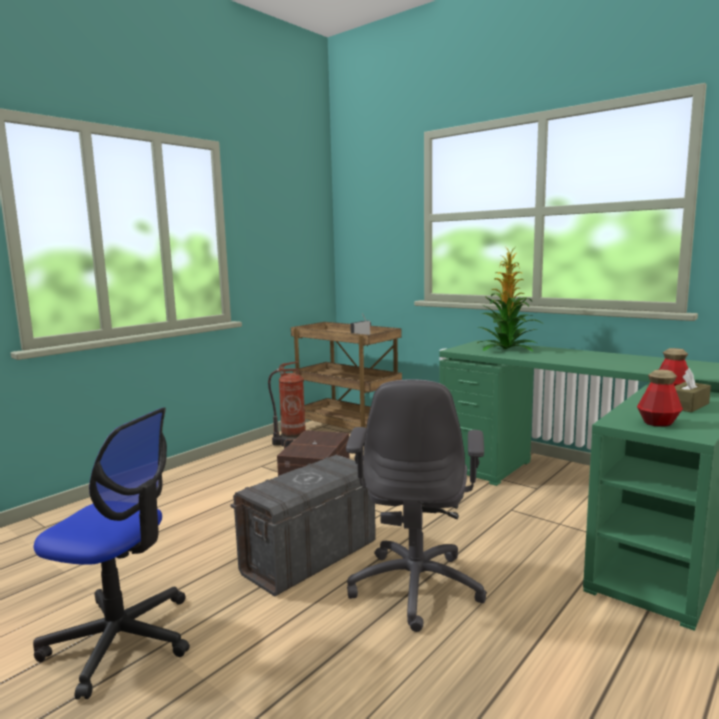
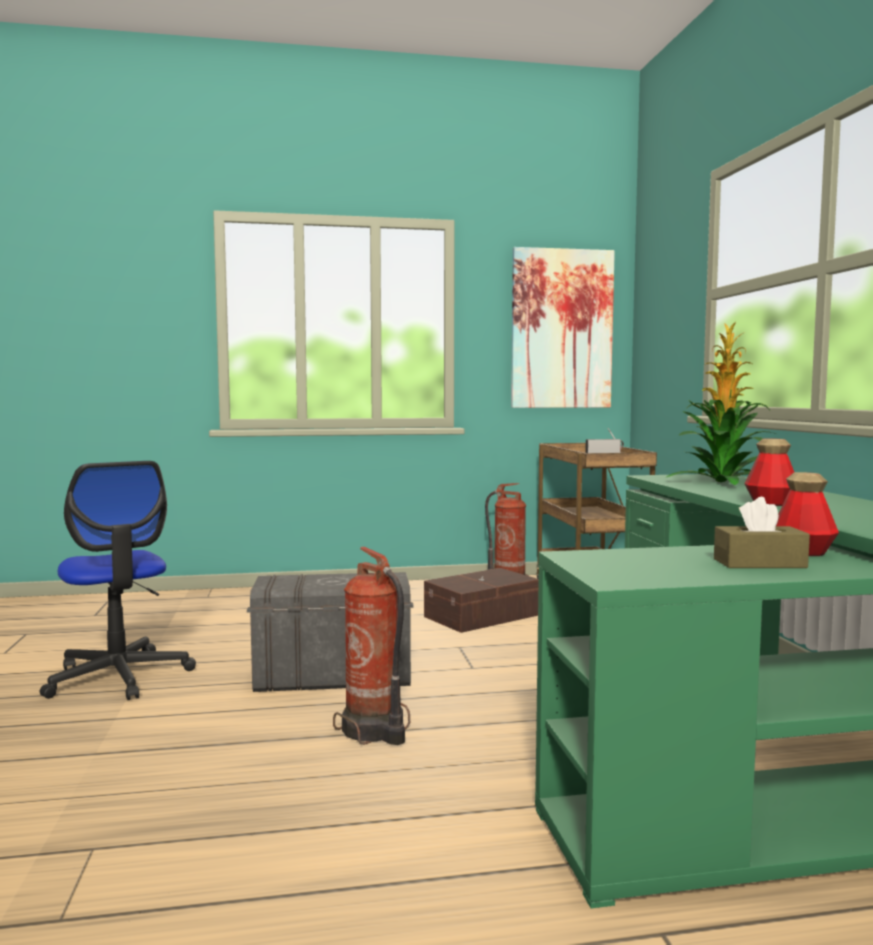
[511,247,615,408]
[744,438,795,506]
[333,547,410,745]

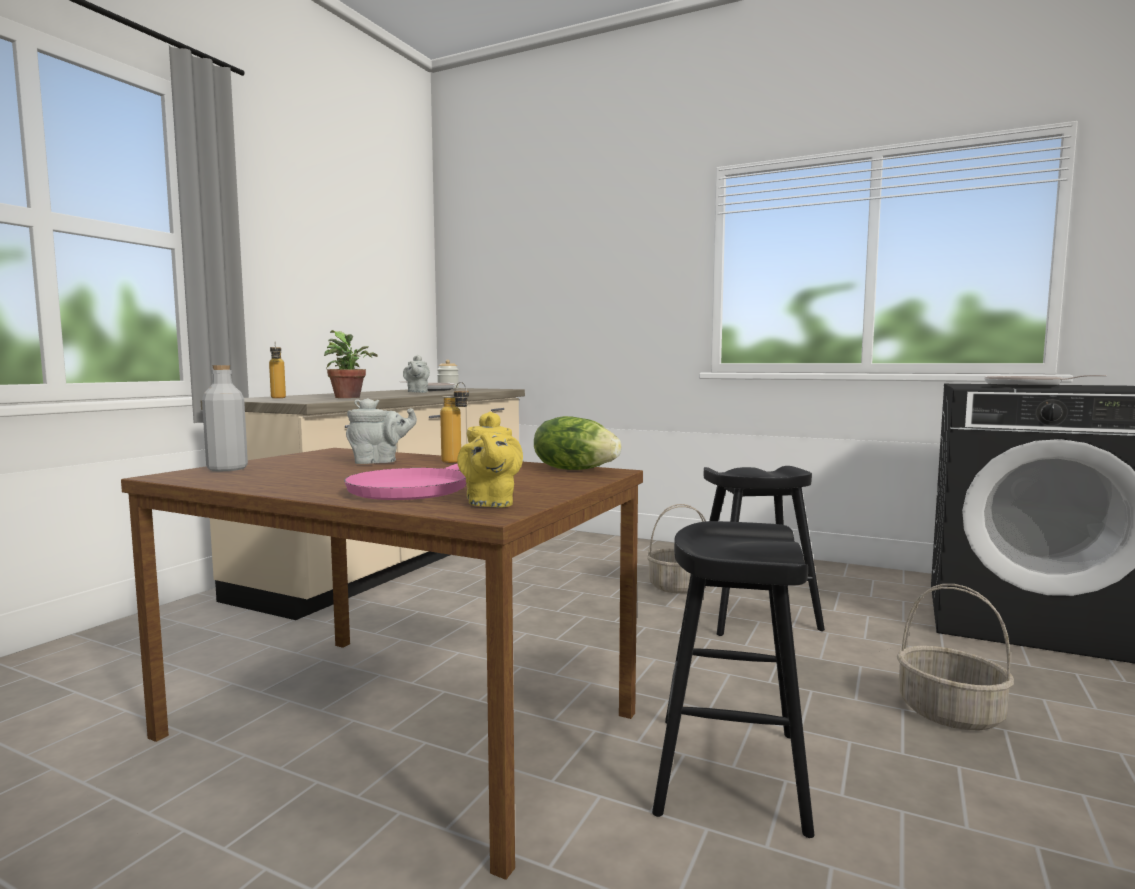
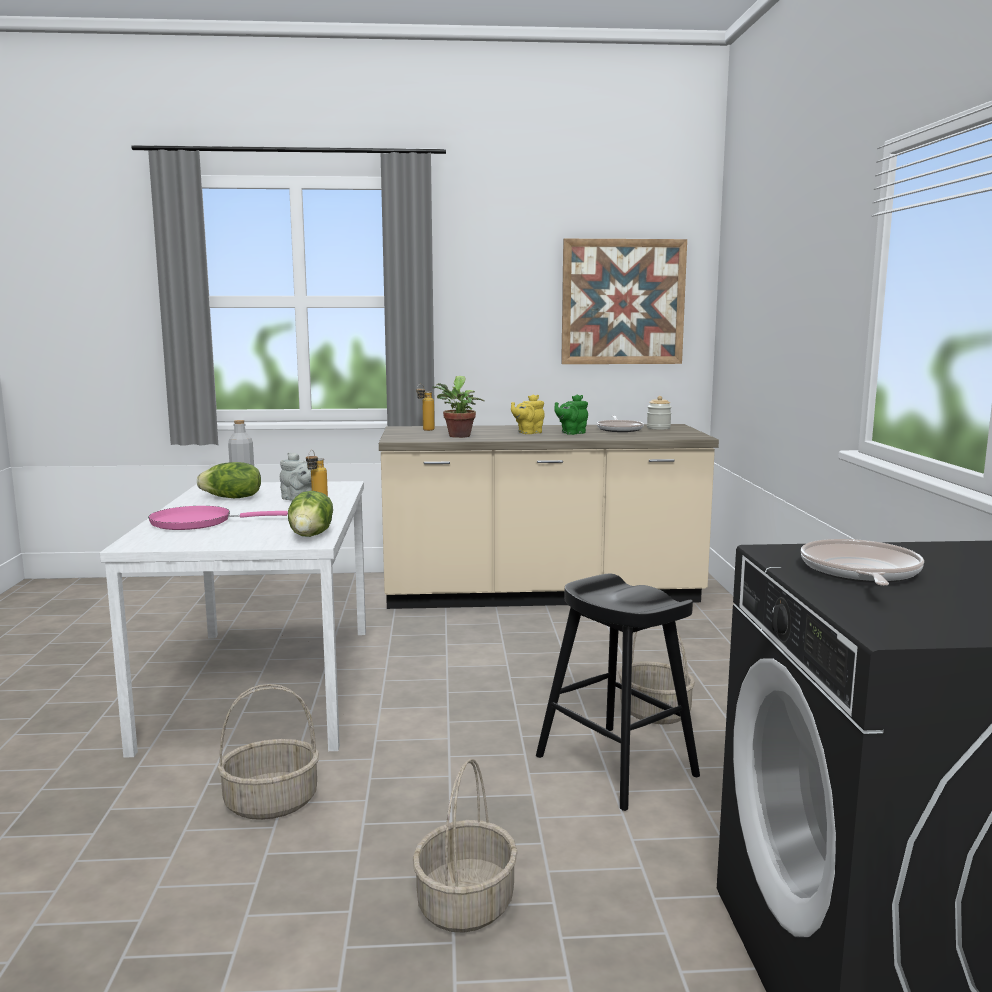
[197,462,261,498]
[561,239,687,364]
[511,394,544,434]
[217,684,319,820]
[100,481,366,758]
[554,395,588,435]

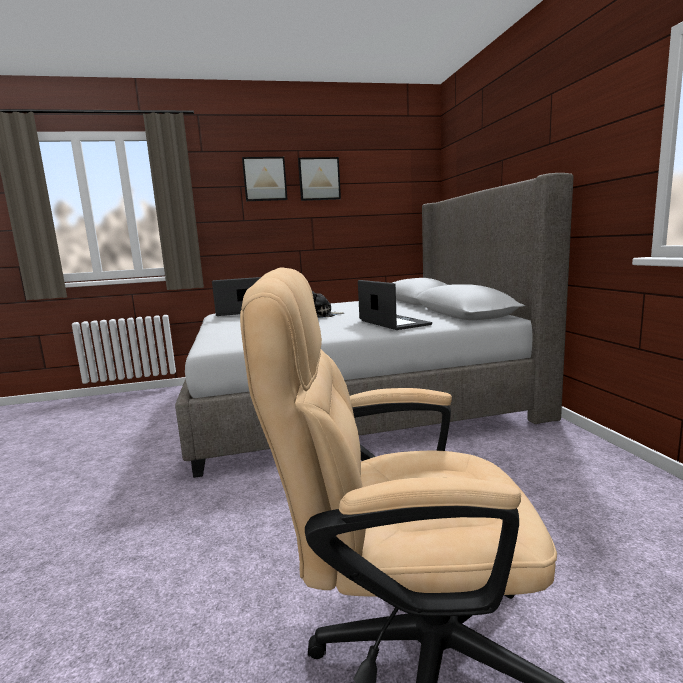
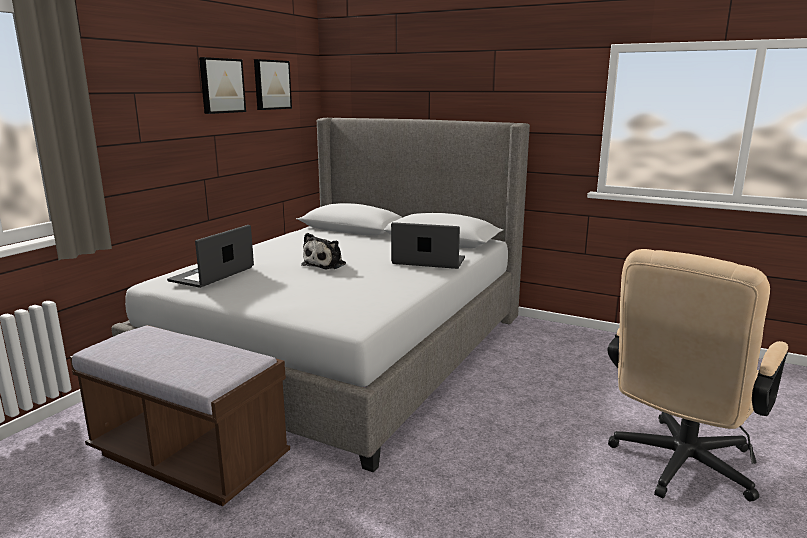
[70,325,290,507]
[254,59,292,110]

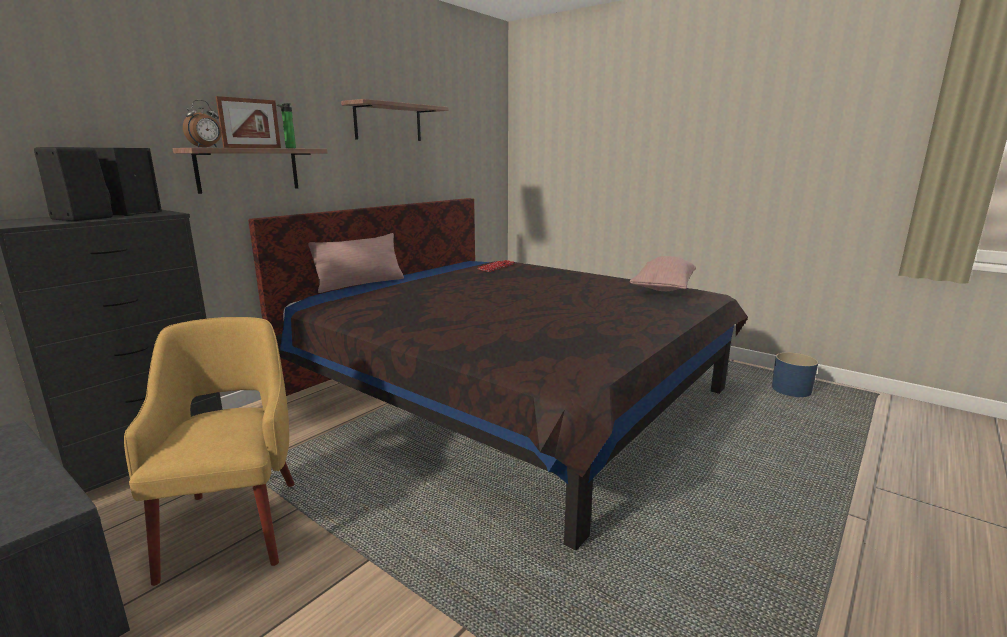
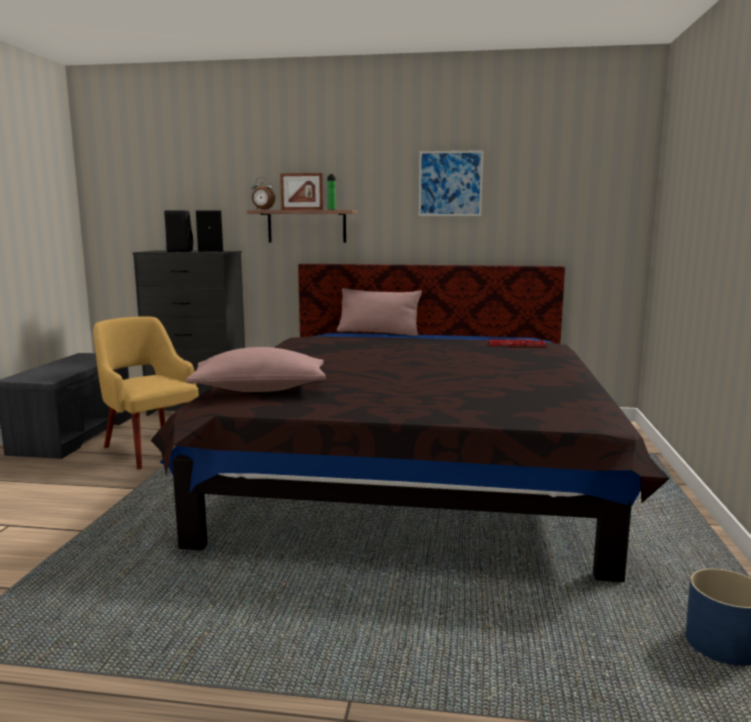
[186,347,326,392]
[419,150,483,216]
[93,316,199,470]

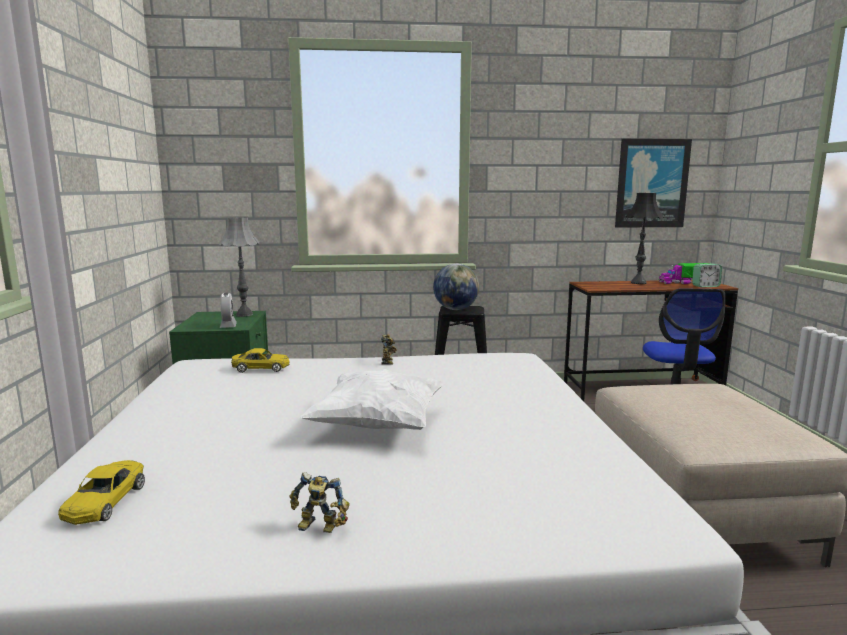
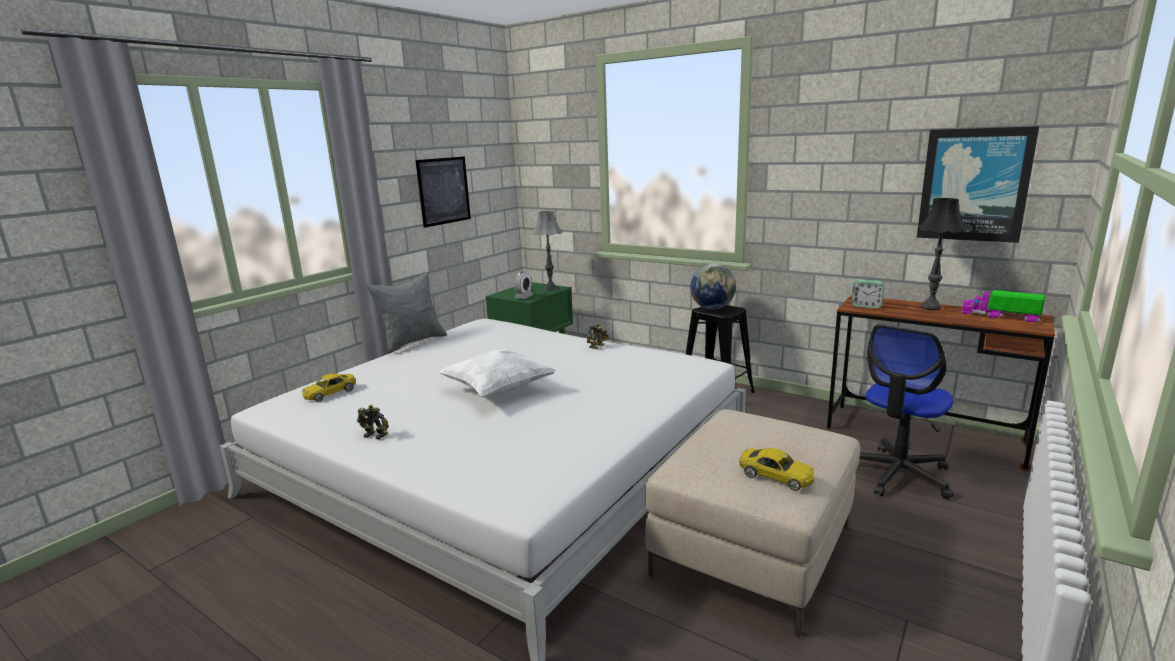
[367,272,447,354]
[416,156,471,228]
[739,448,814,491]
[852,280,885,309]
[357,405,389,440]

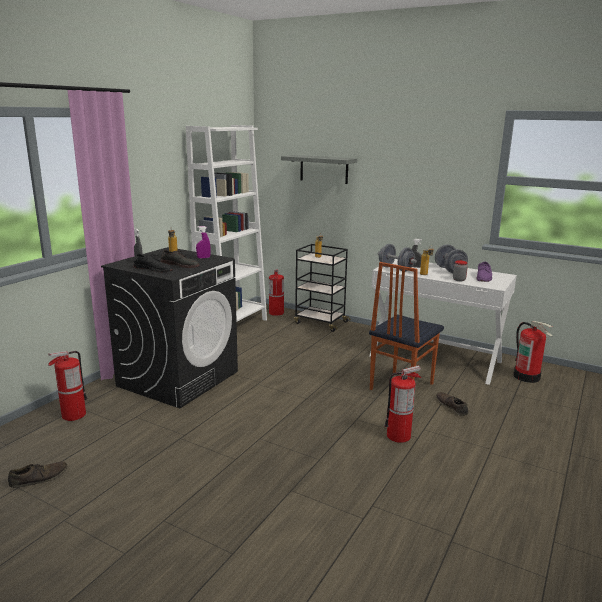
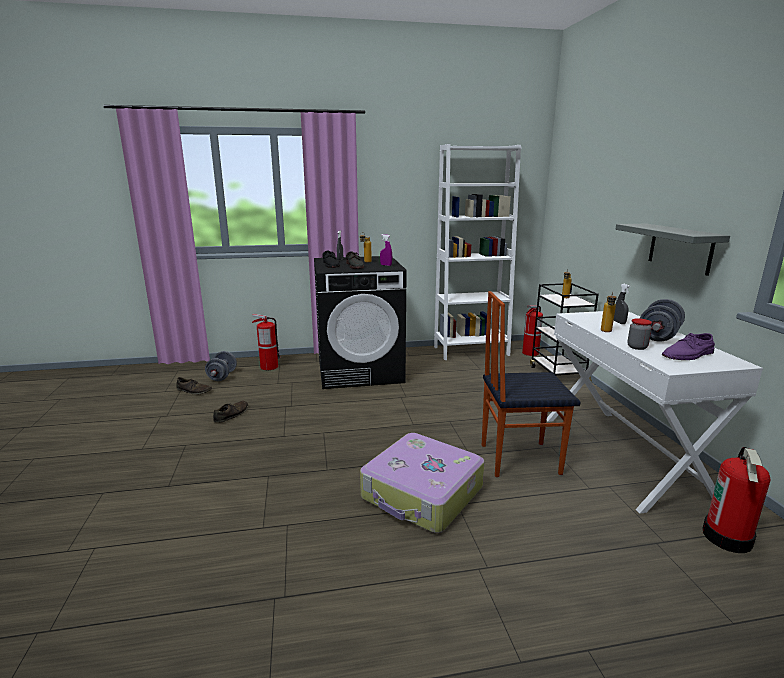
[615,224,730,276]
[205,351,237,381]
[213,401,248,423]
[360,433,484,533]

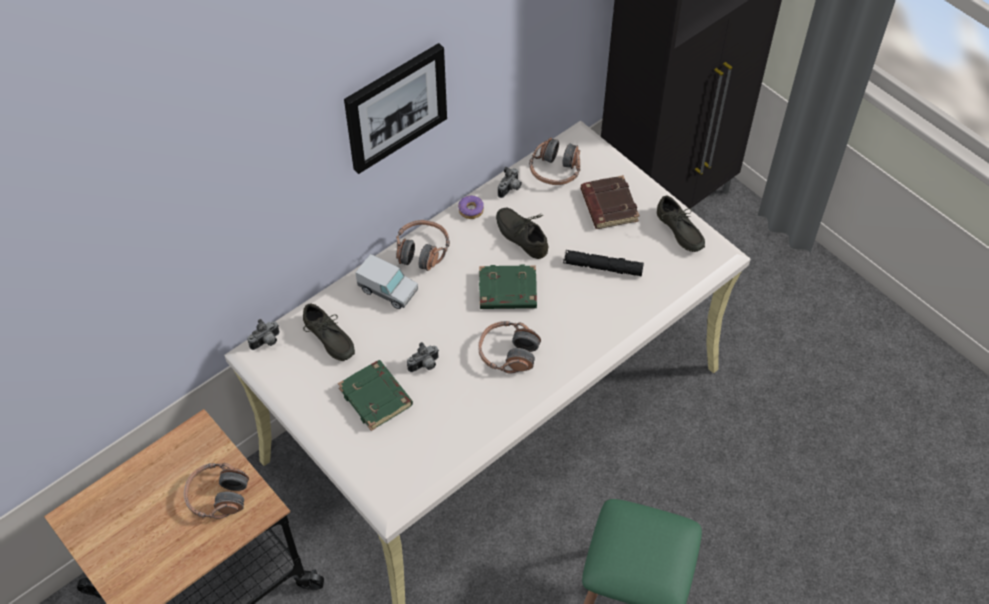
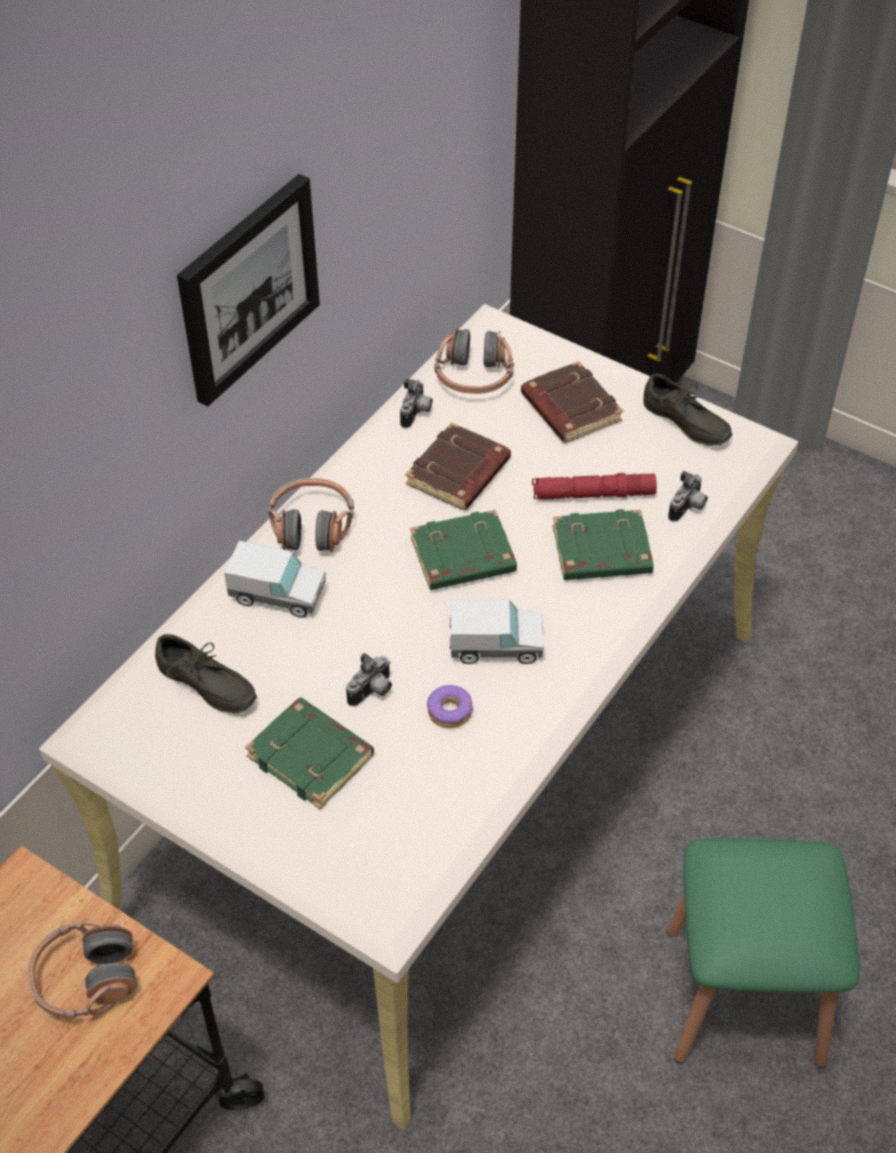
[553,509,654,580]
[668,471,708,522]
[427,685,473,728]
[450,599,544,664]
[405,422,511,510]
[532,473,657,499]

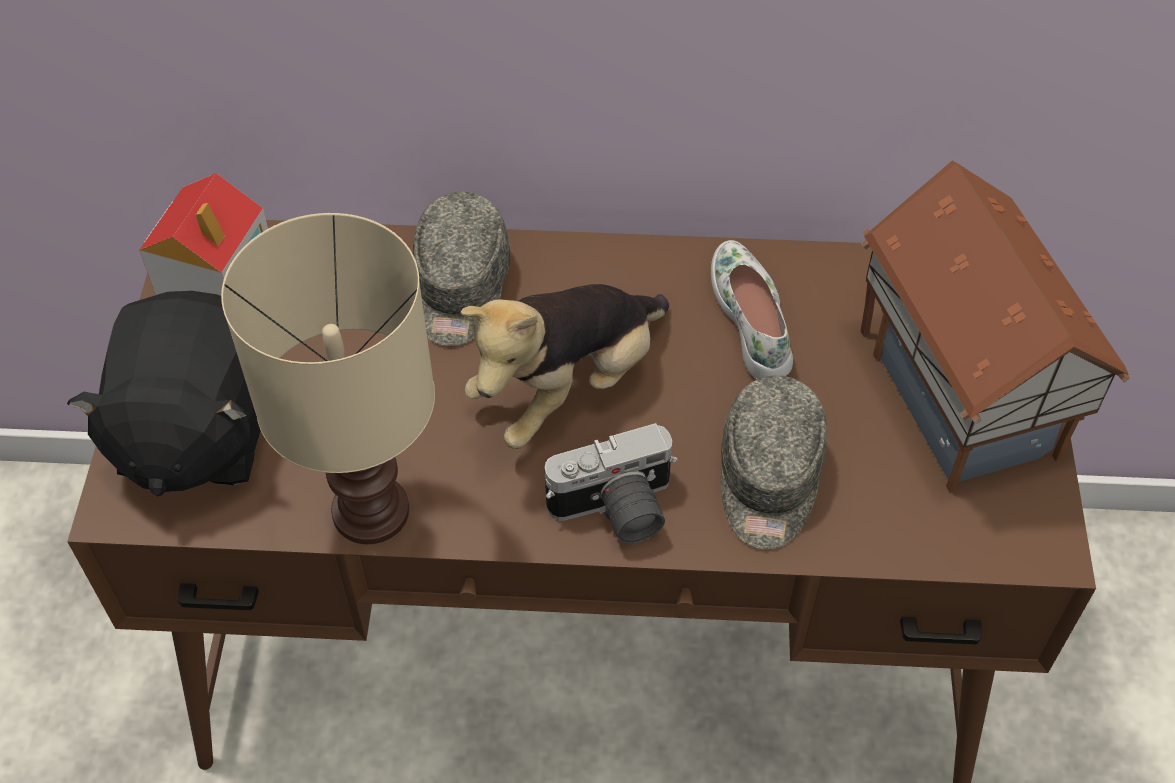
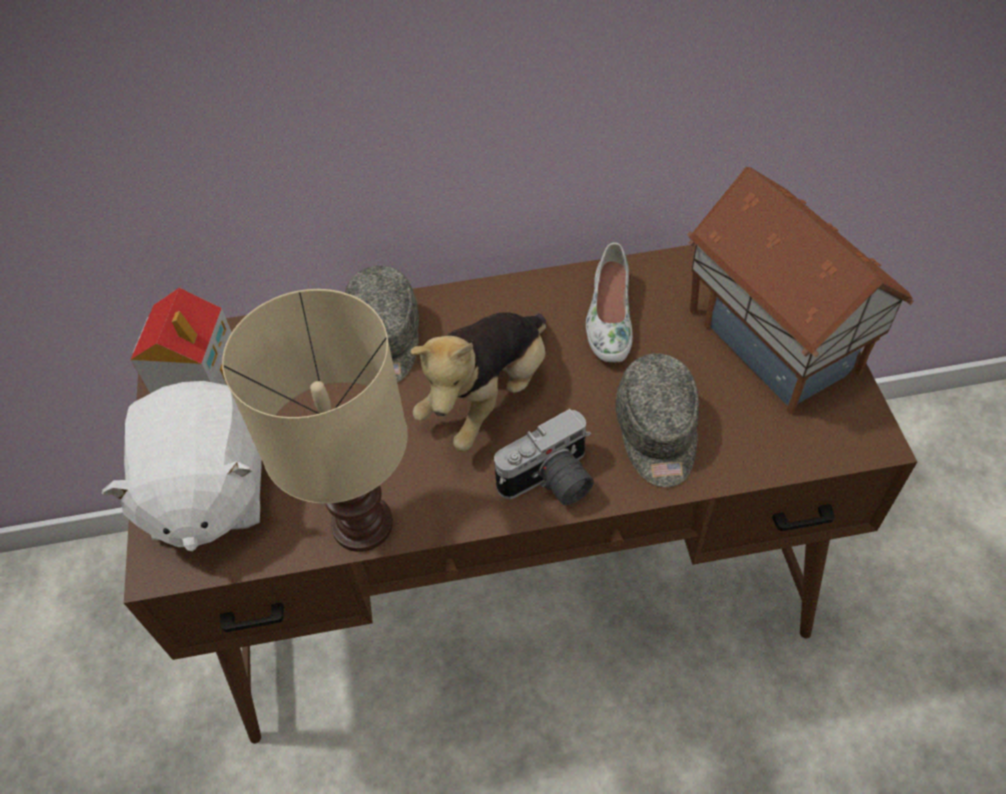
[102,381,262,551]
[586,243,633,362]

